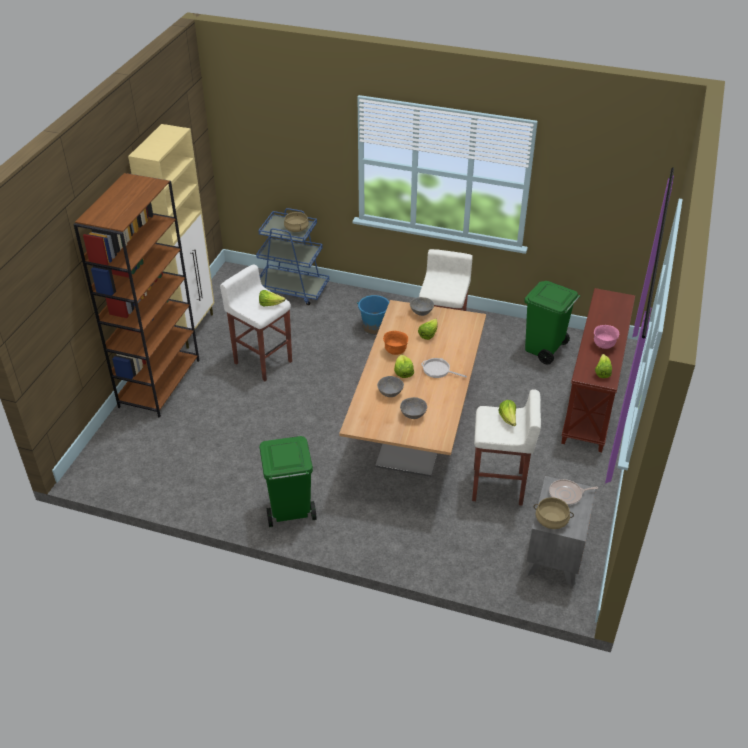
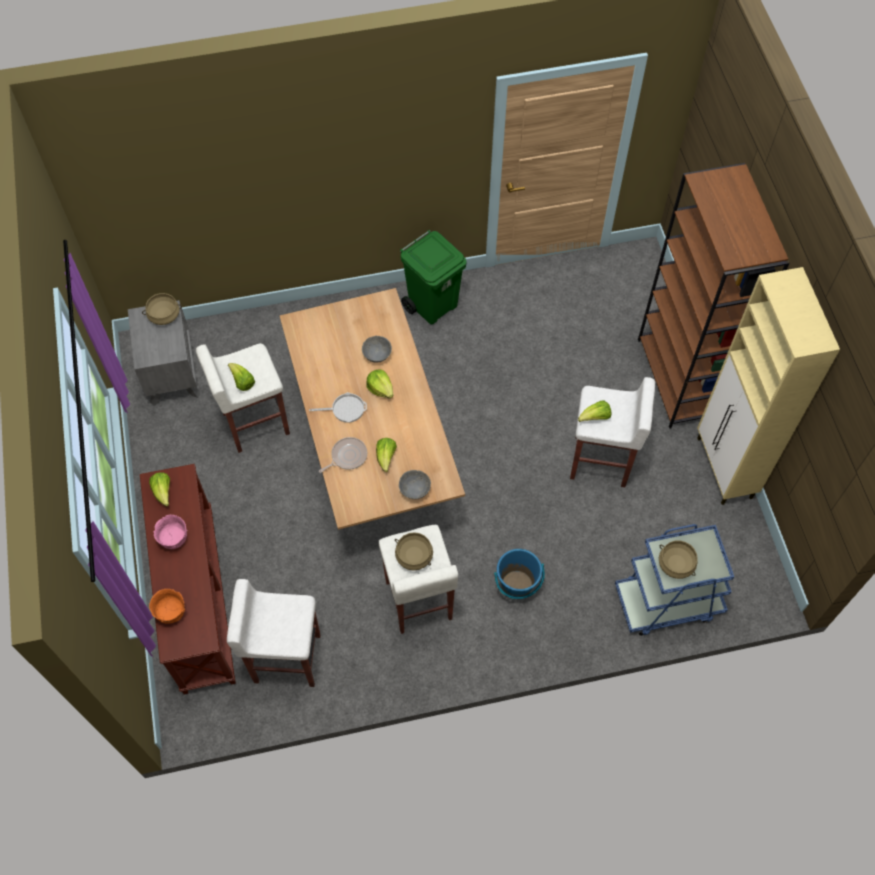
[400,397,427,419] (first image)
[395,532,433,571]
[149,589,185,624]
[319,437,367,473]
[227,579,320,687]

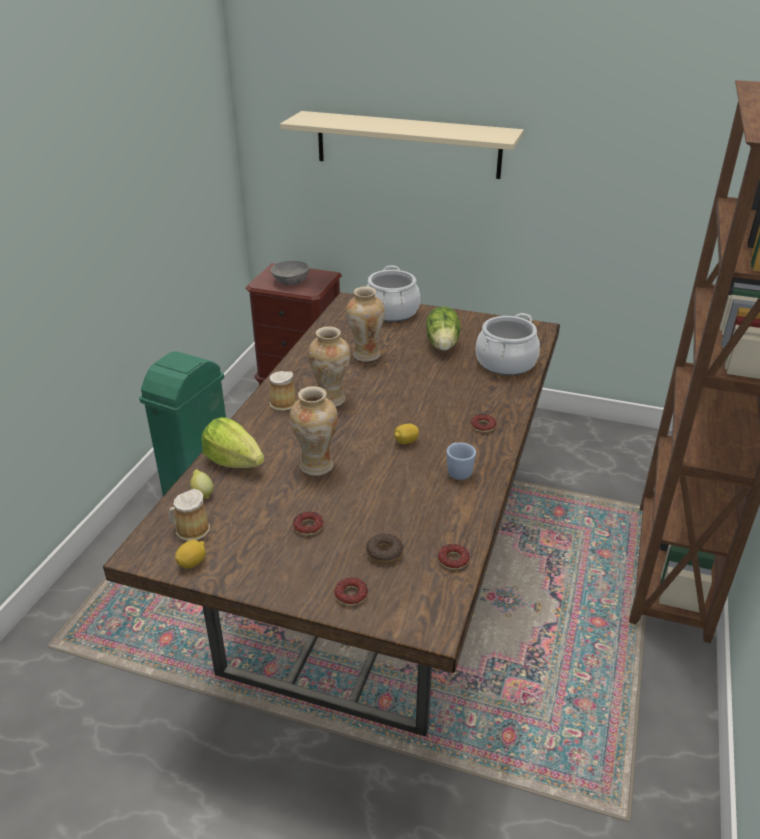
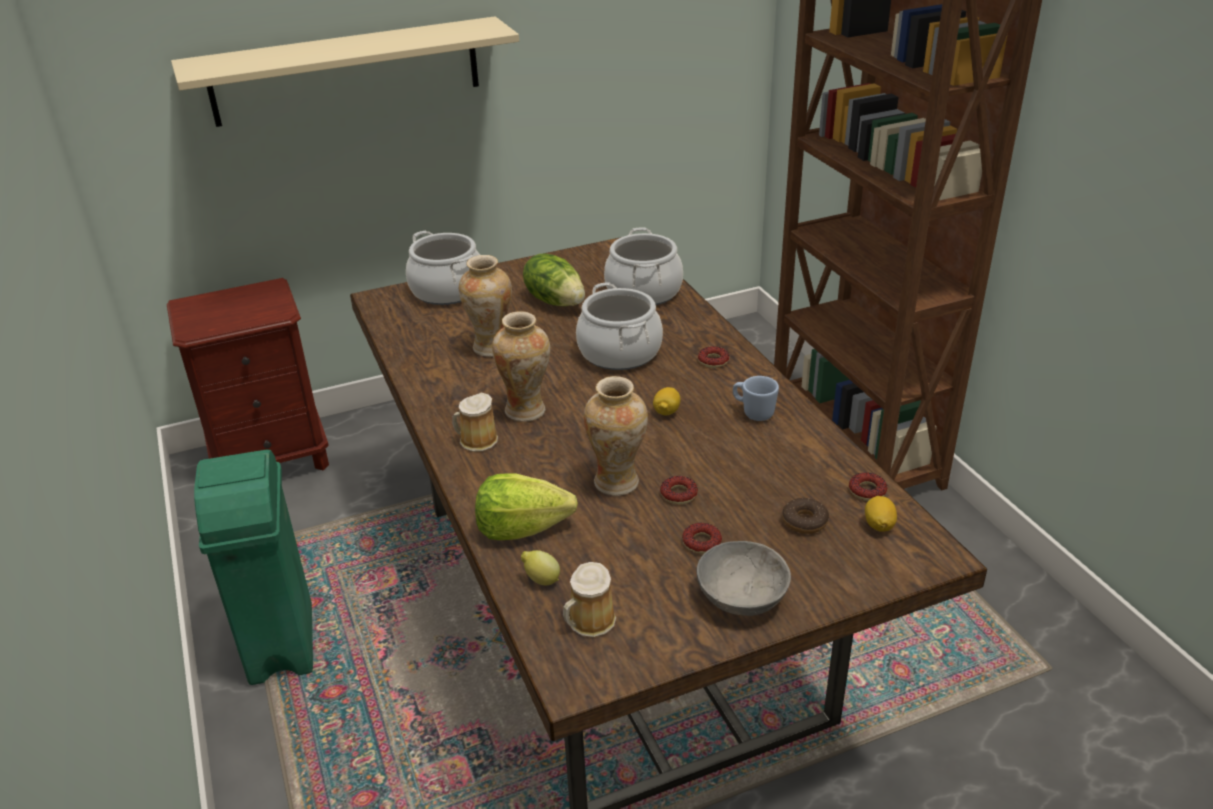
[576,282,663,370]
[865,496,897,532]
[696,541,791,616]
[660,476,698,504]

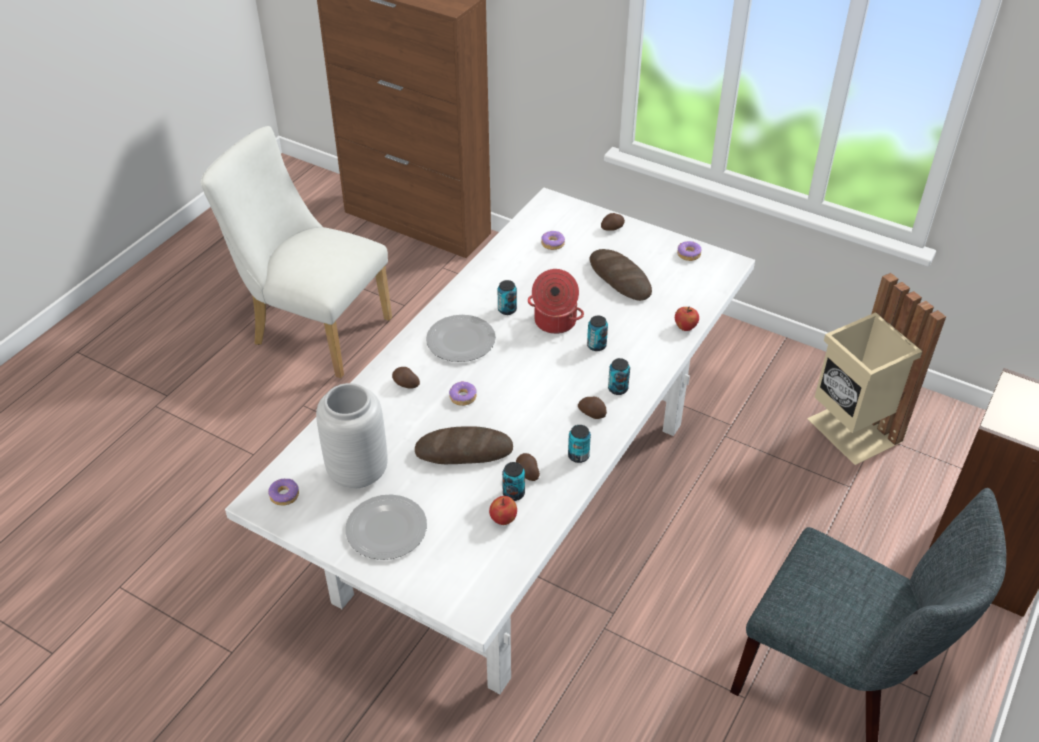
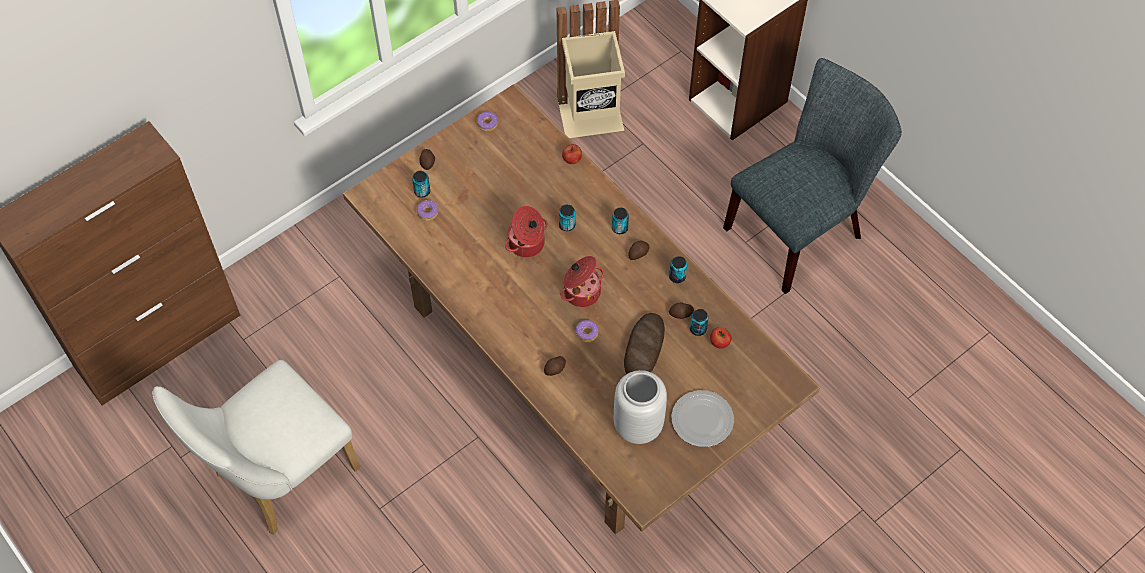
[268,478,299,506] (first image)
[426,315,496,362] (first image)
[589,249,652,301] (first image)
[560,256,604,307]
[412,171,430,197]
[343,84,820,535]

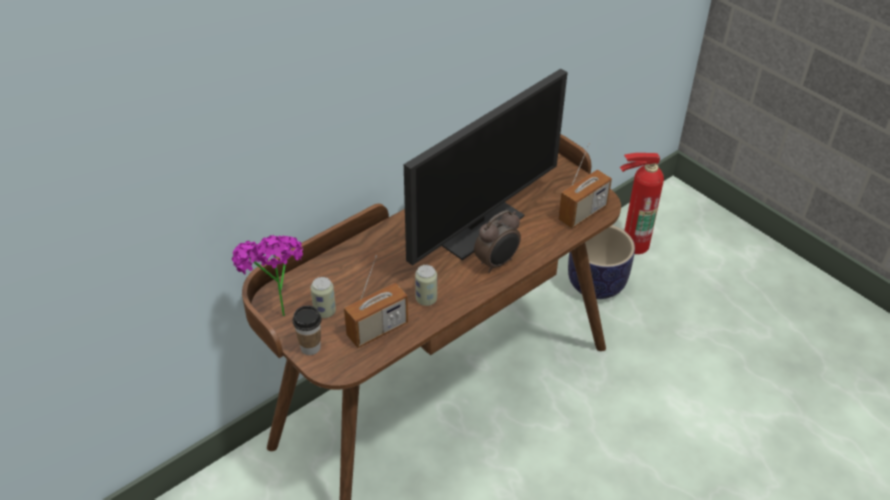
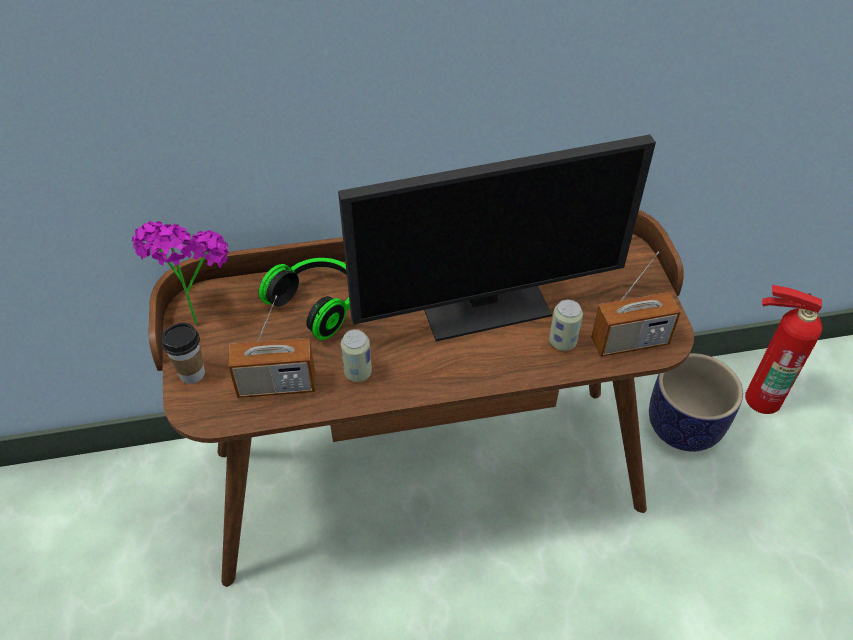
[474,210,521,273] (first image)
[259,258,350,340]
[549,299,583,351]

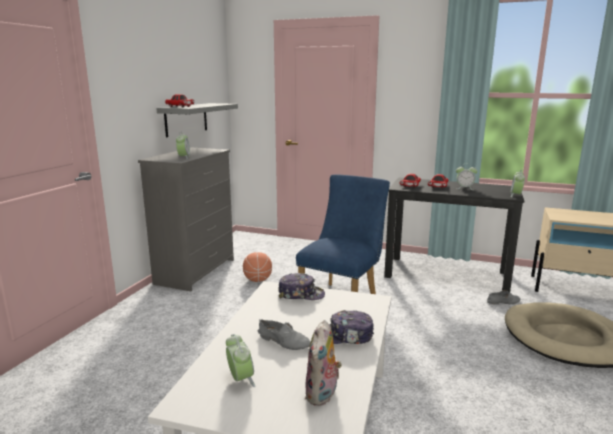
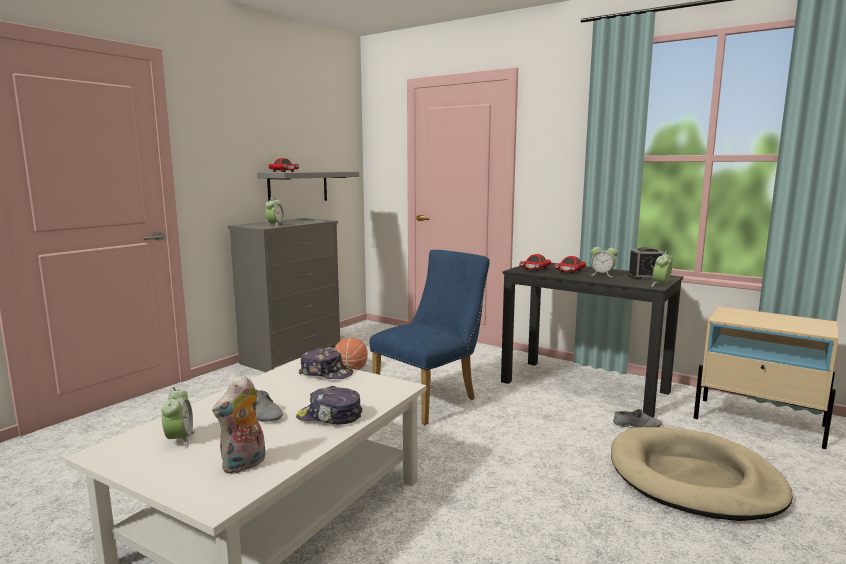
[628,247,664,280]

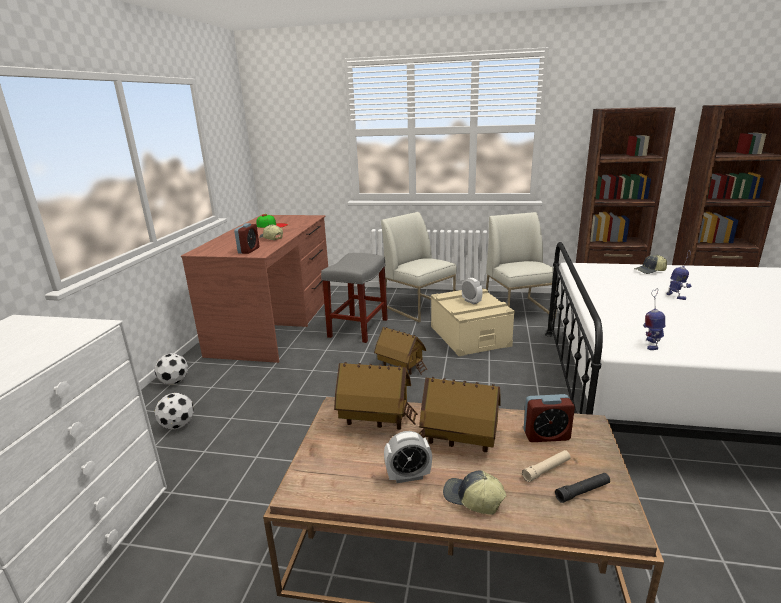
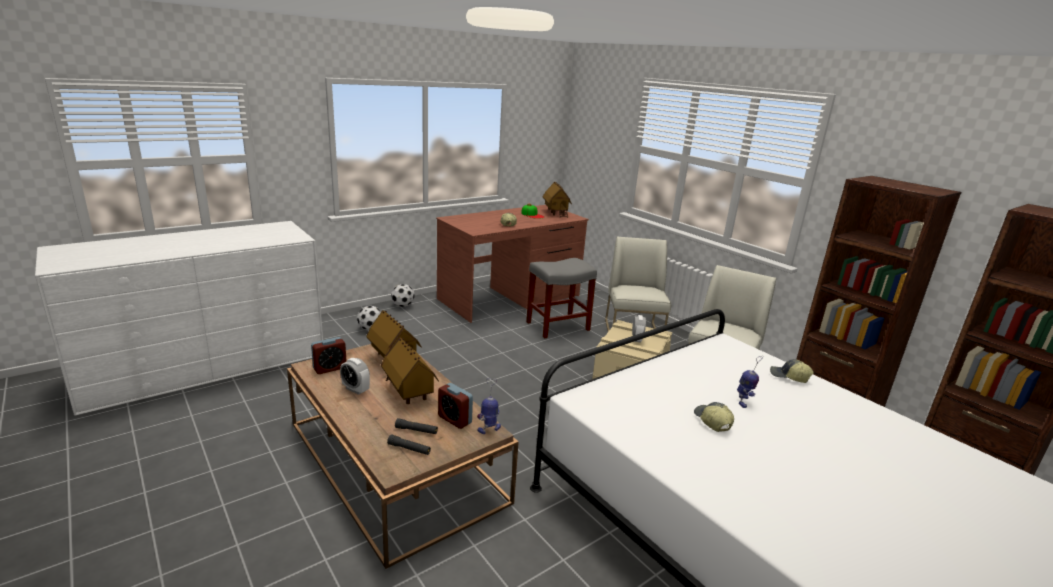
[311,337,347,374]
[543,182,572,218]
[694,402,734,432]
[477,378,501,434]
[395,418,438,434]

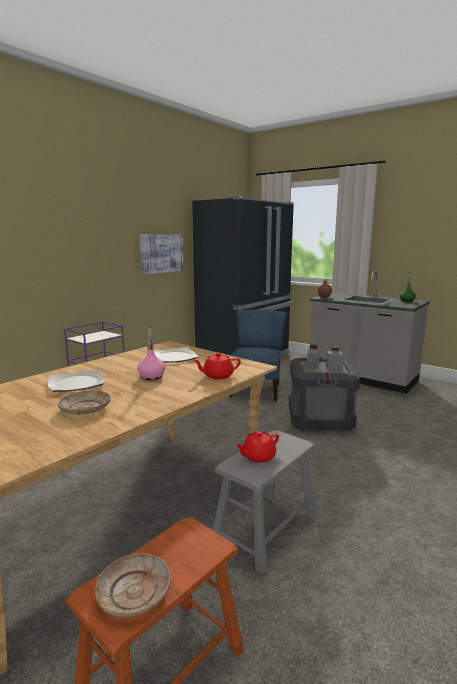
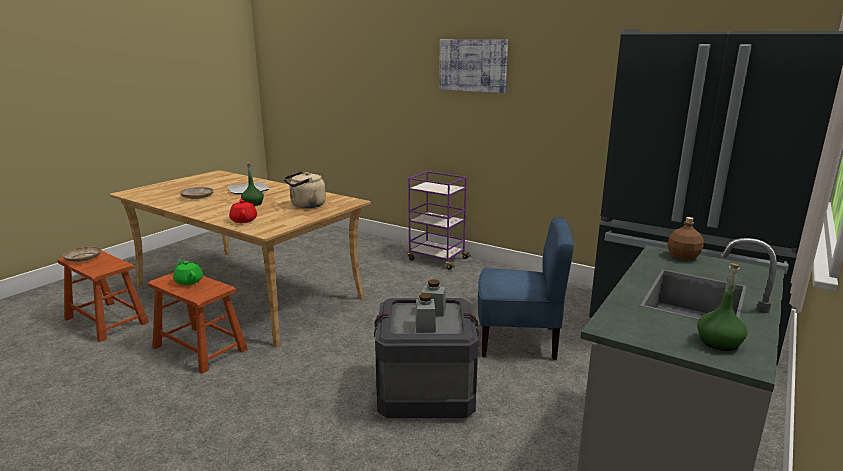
[439,39,508,93]
[284,171,326,208]
[241,163,264,206]
[147,273,248,374]
[173,259,203,285]

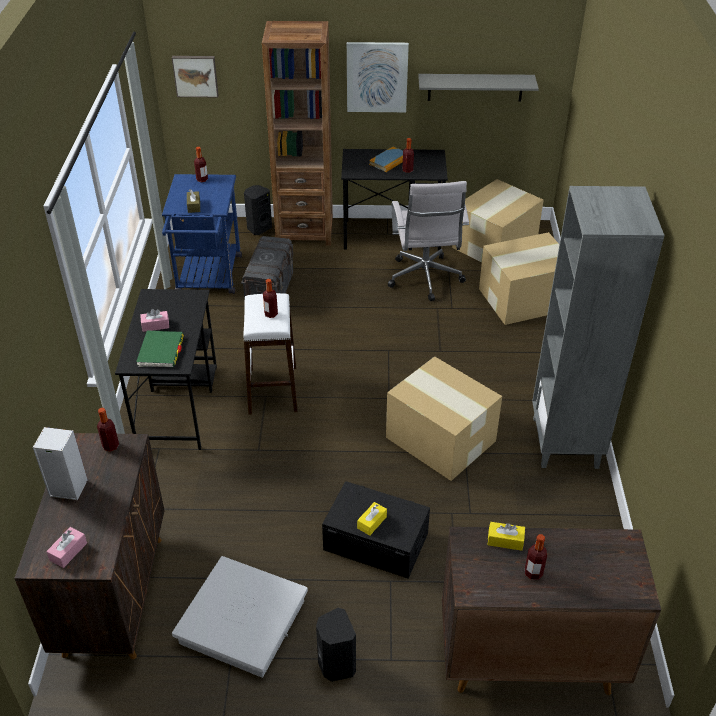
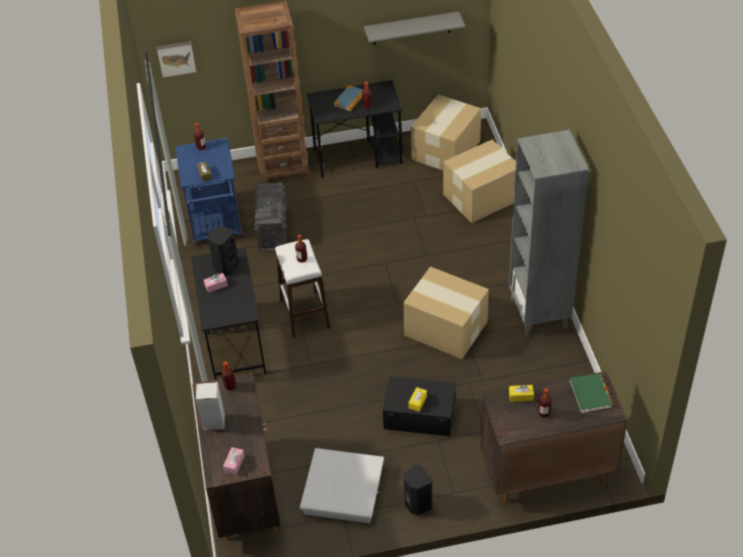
[347,42,409,112] (first image)
[388,181,469,301] (first image)
[570,373,612,413]
[208,226,239,276]

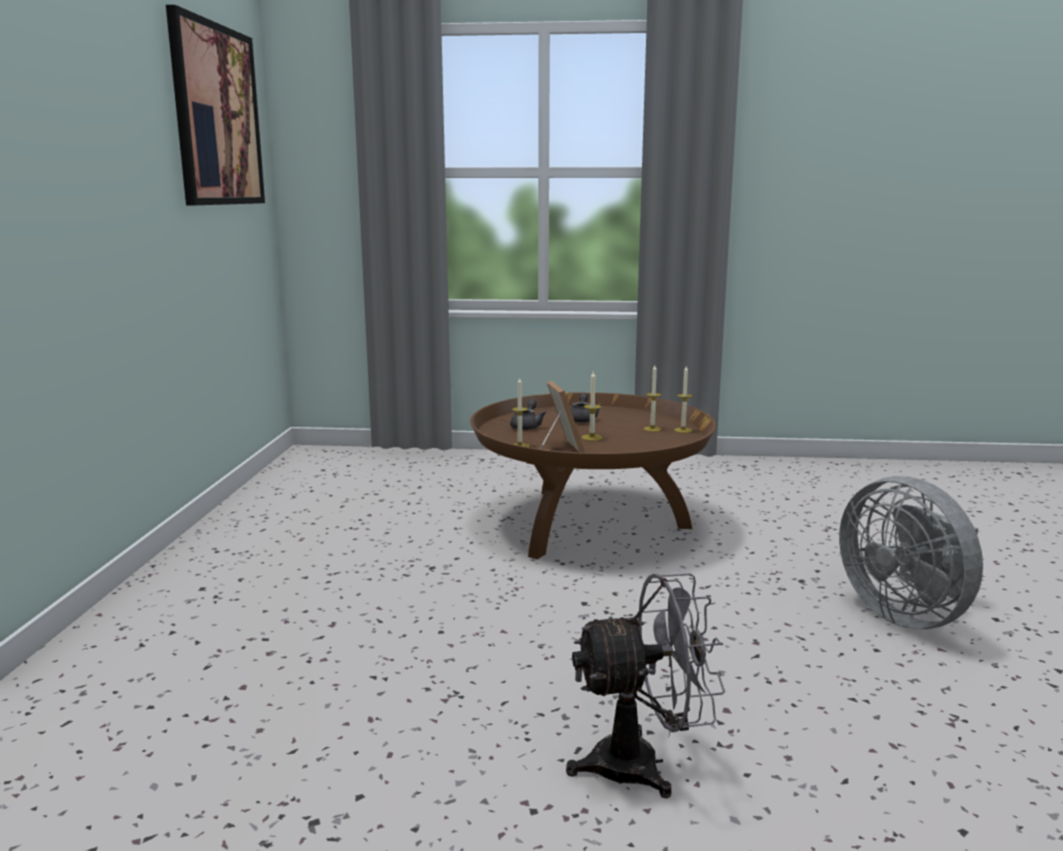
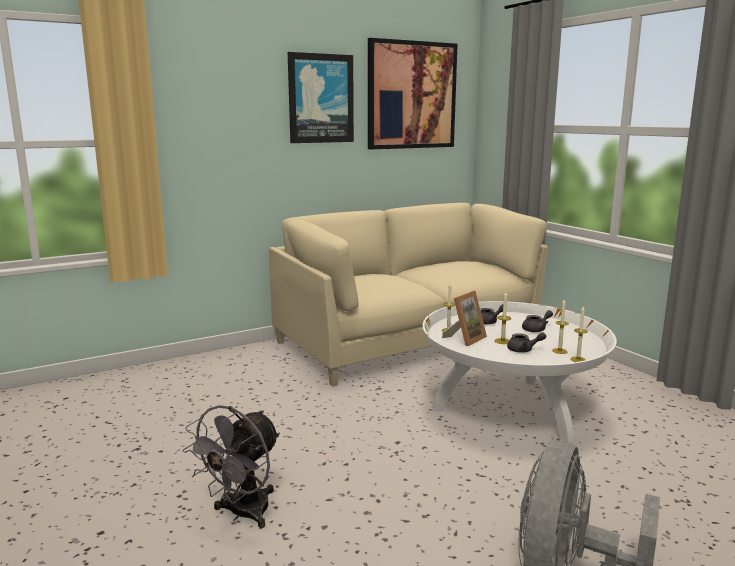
[269,203,548,387]
[288,52,354,143]
[507,332,546,353]
[422,301,617,443]
[183,405,280,528]

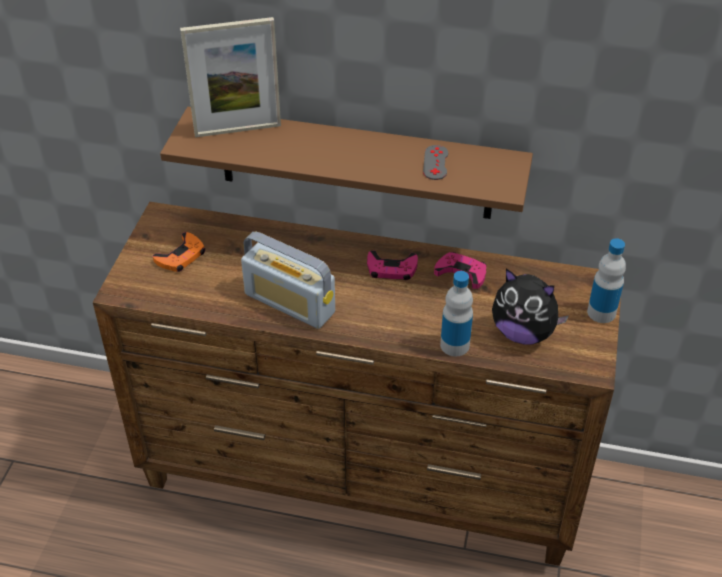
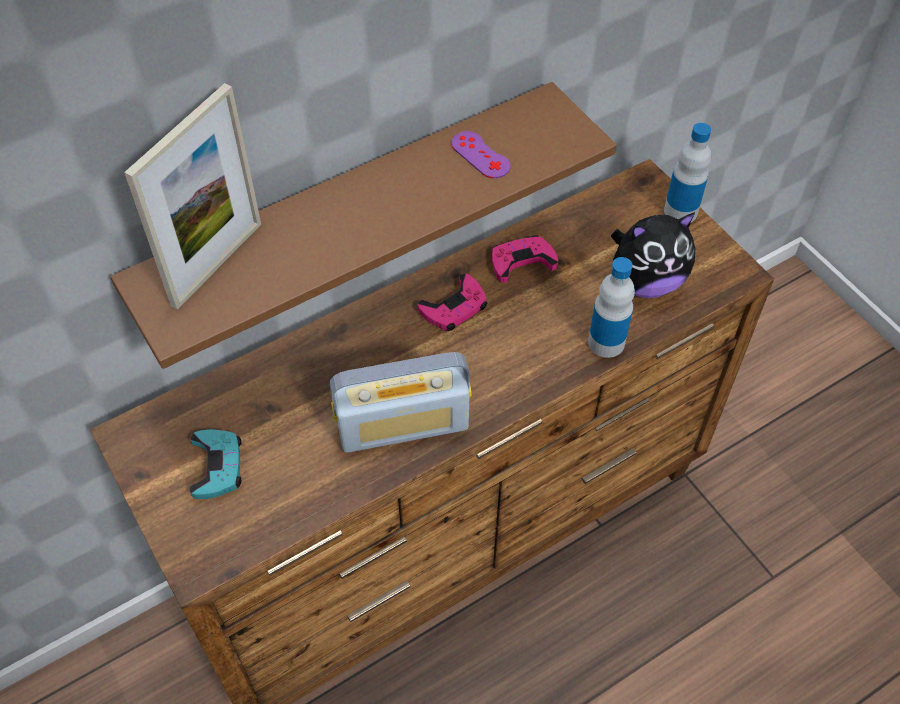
[189,429,241,499]
[452,131,511,178]

